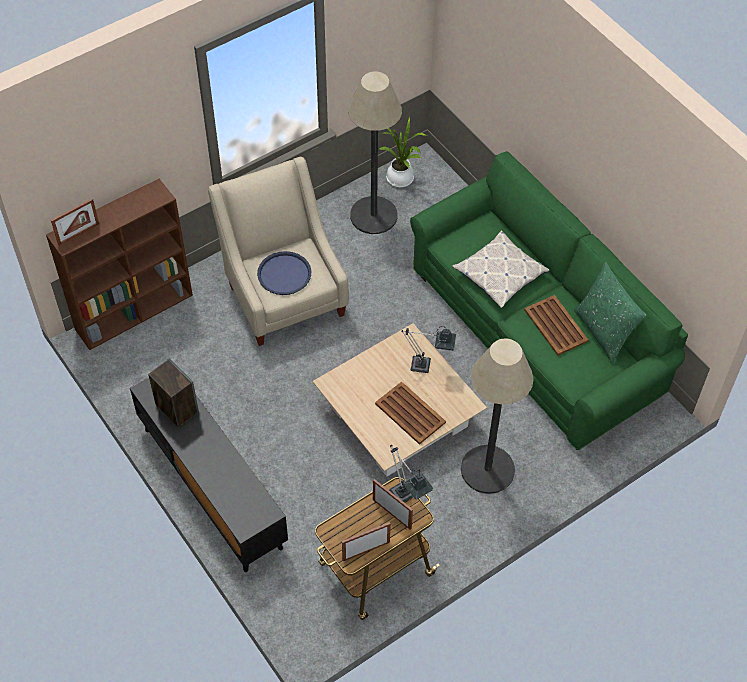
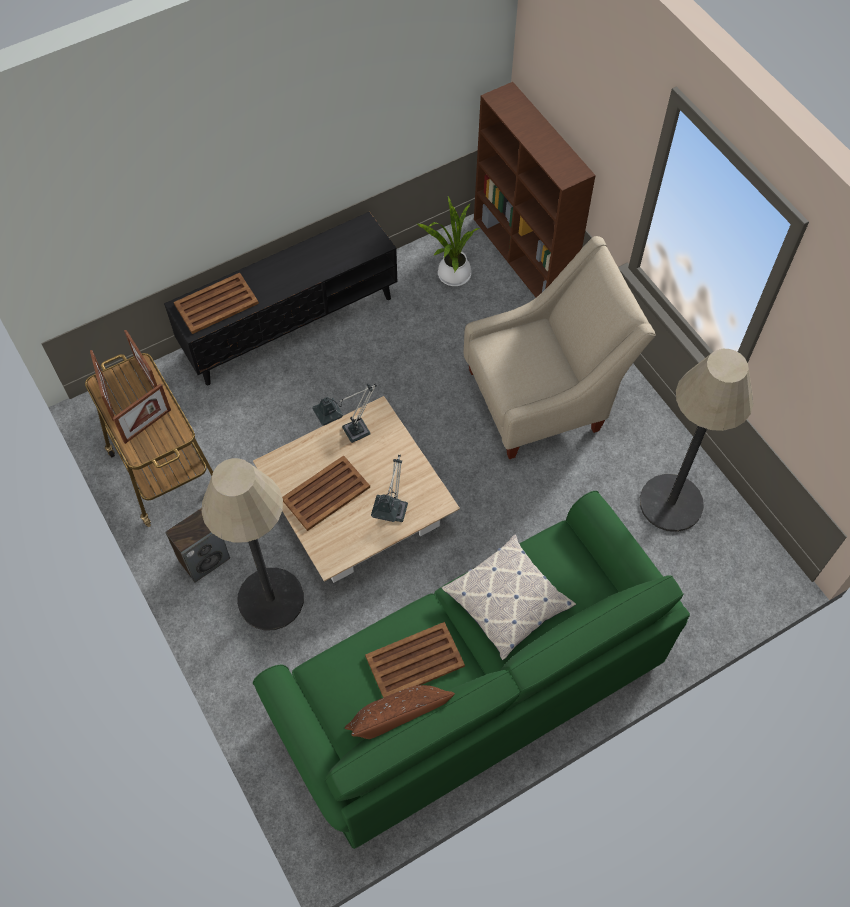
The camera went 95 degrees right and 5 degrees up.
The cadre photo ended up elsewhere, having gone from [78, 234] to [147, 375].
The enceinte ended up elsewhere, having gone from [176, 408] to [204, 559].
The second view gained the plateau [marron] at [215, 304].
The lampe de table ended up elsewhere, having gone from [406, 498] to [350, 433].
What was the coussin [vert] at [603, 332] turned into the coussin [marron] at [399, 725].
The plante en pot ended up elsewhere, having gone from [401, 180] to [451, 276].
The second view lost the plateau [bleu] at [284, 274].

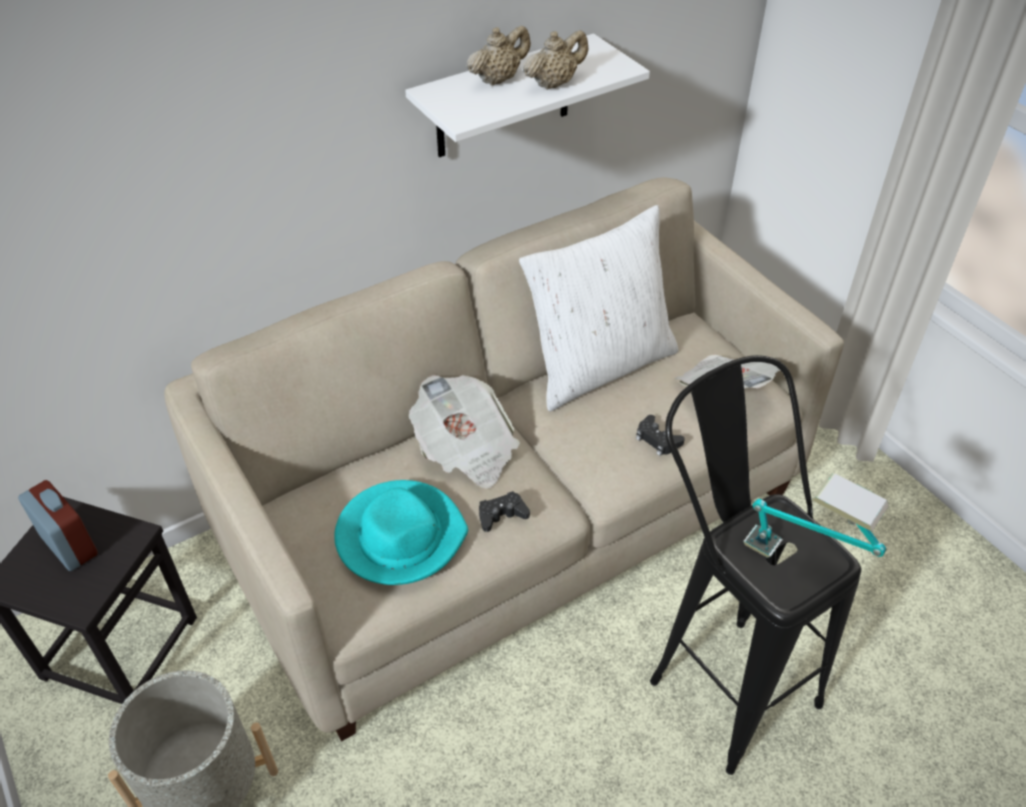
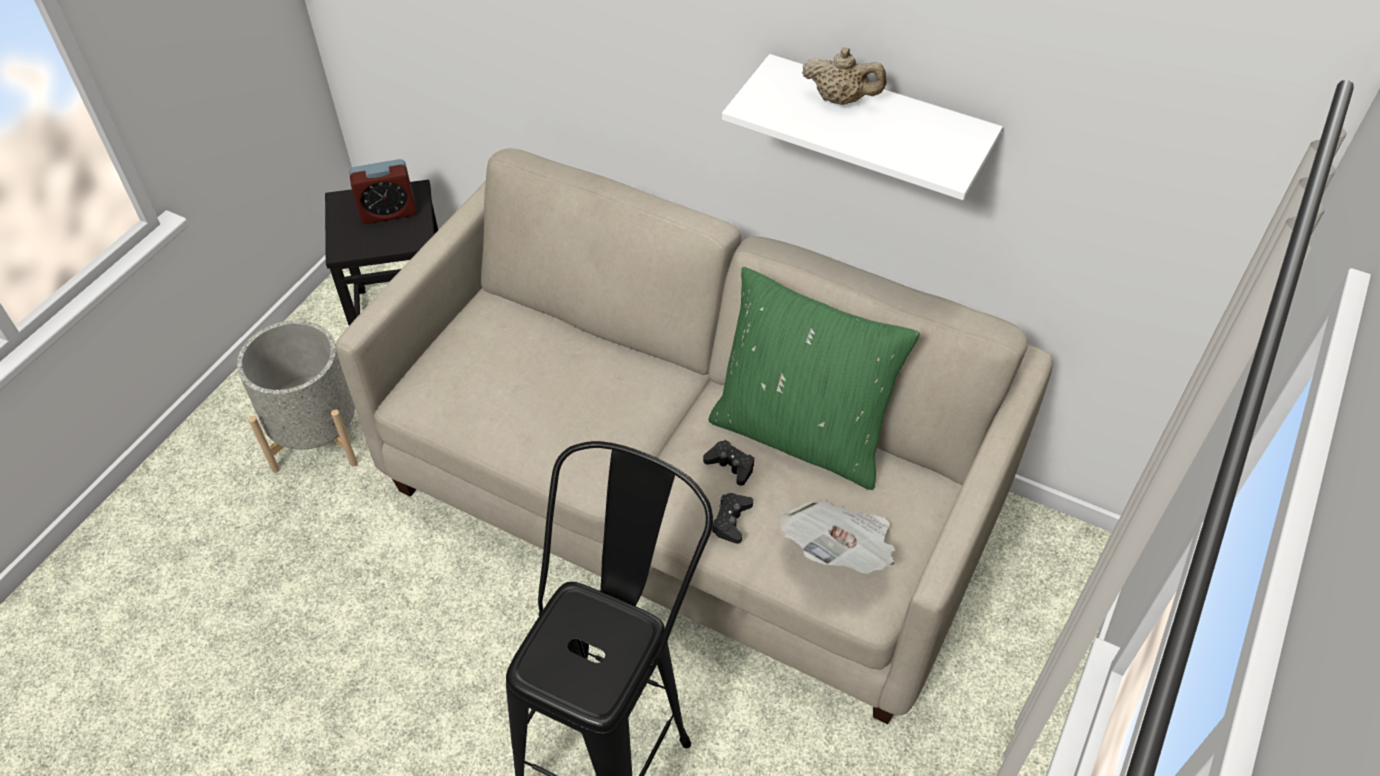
The camera went 60 degrees right and 5 degrees up.
The réveil at [69, 545] ended up facing another way, 60 degrees clockwise from before.
The manette [noir] ended up elsewhere, having gone from [501, 515] to [730, 465].
What was the coussin [blanc] at [599, 365] turned into the coussin [vert] at [801, 434].
The second view lost the chapeau [turquoise] at [400, 536].
The second view lost the journal at [466, 450].
The second view lost the théière [beige] at [554, 83].
The second view lost the lampe de table at [803, 565].

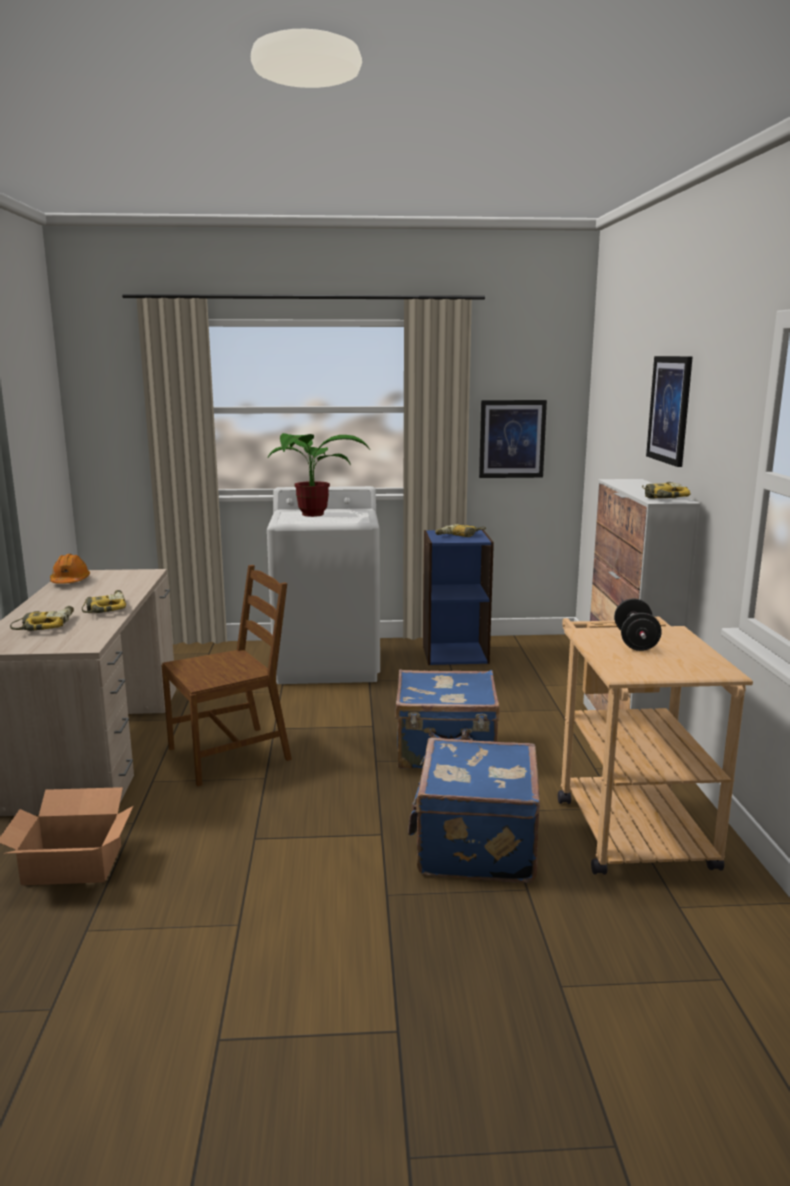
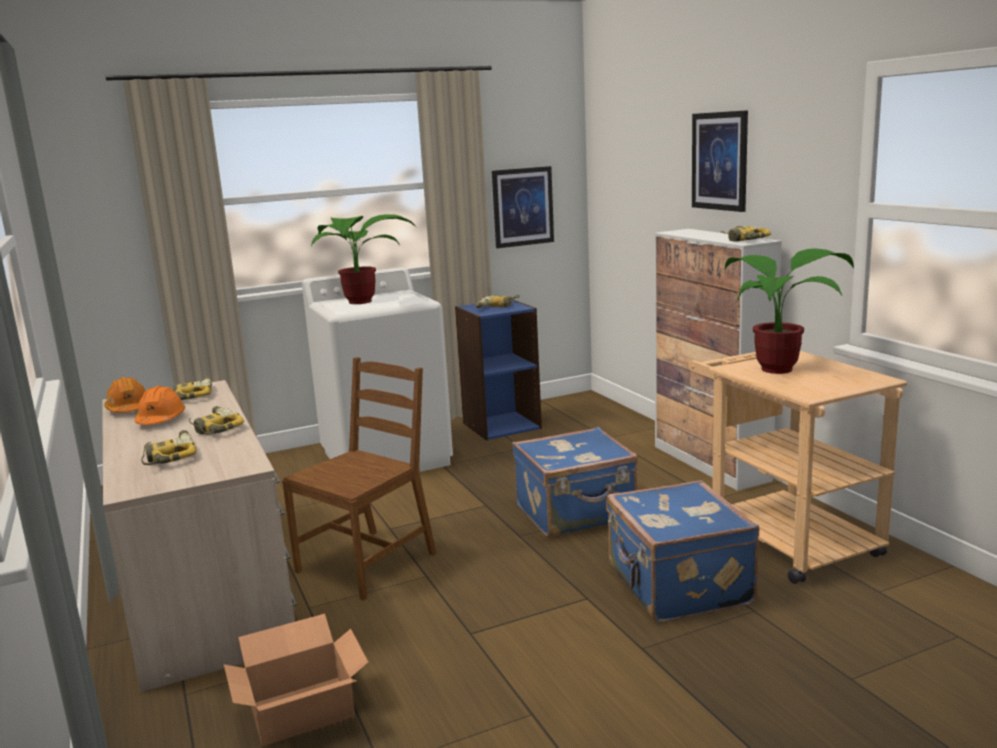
The camera went 20 degrees left and 0 degrees up.
The second view gained the casque de chantier [orange] at [161, 420].
The second view gained the perceuse at [191, 395].
Where the haltère [noir] stood at [635, 641], the plante en pot came to stand at [781, 368].

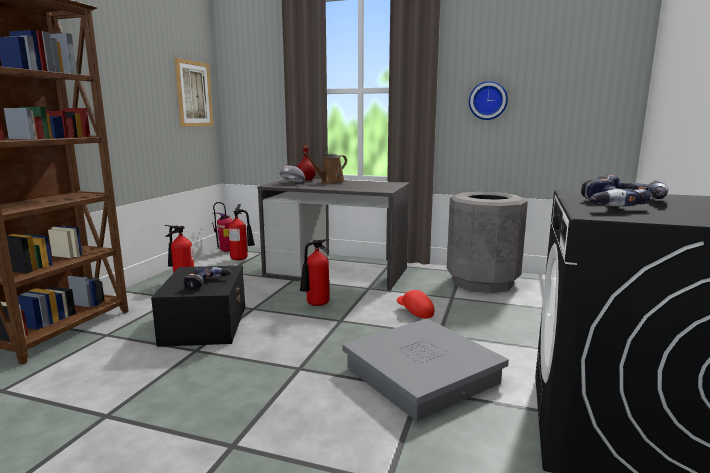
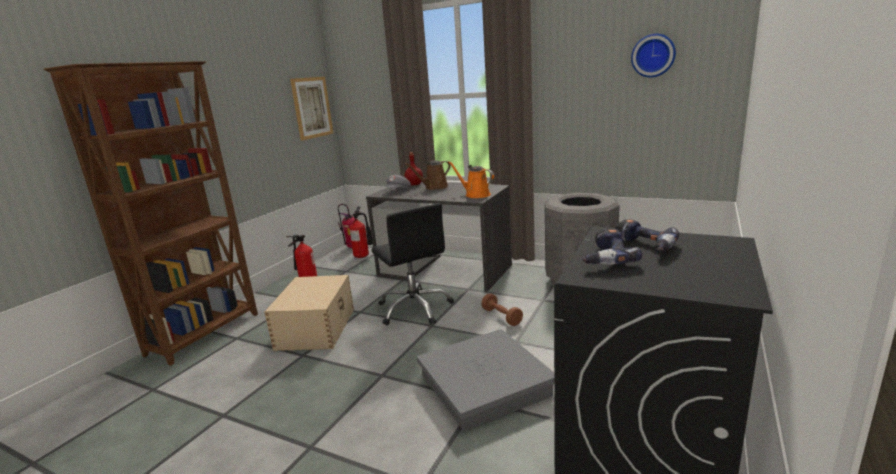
The camera went 10 degrees right and 5 degrees up.
What was the boîte de rangement [noir] at [206, 324] turned into the boîte de rangement [beige] at [317, 328].
Where the extincteur stood at [316, 305], the chaise de bureau [noir] came to stand at [415, 308].
The second view gained the arrosoir [orange] at [475, 195].
Where the casquette [rouge] stood at [414, 312], the haltère [marron] came to stand at [501, 317].
The horloge murale ended up elsewhere, having gone from [488, 100] to [653, 55].
The second view lost the perceuse at [207, 283].

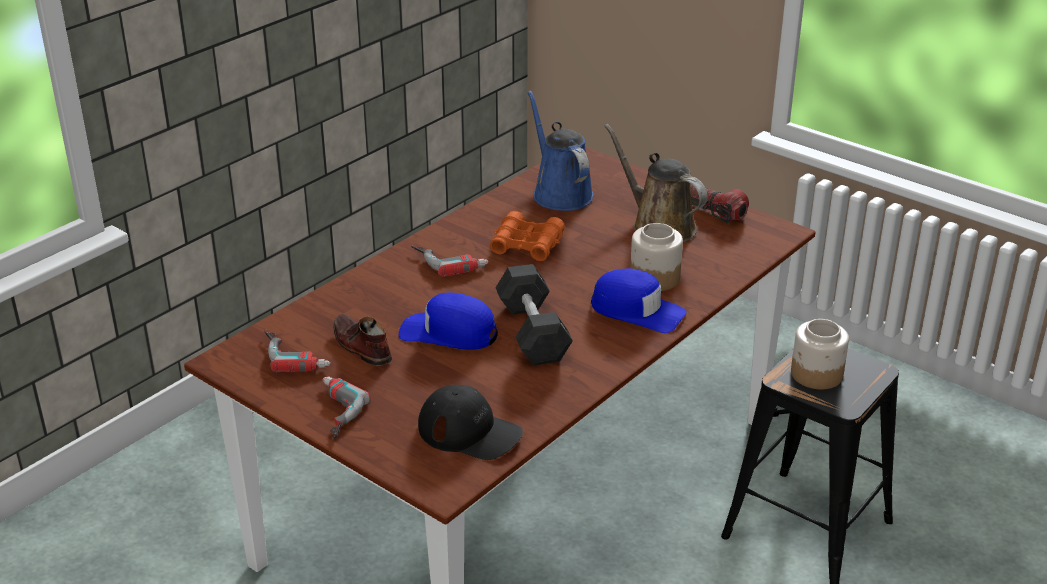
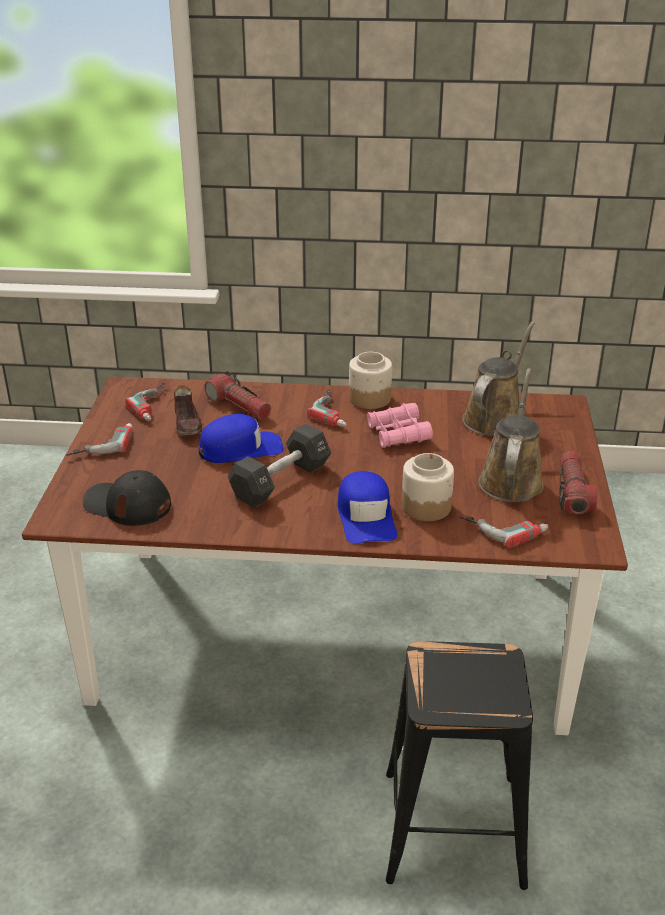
The camera went 55 degrees right and 0 degrees up.
The casquette [noir] at [470, 432] ended up facing another way, 120 degrees clockwise from before.
The chaussure [marron] at [361, 346] ended up facing another way, 150 degrees clockwise from before.
The casquette [bleu] at [448, 333] ended up facing another way, 90 degrees clockwise from before.
The second view gained the lampe de poche at [239, 406].
The bocal ended up elsewhere, having gone from [816, 375] to [369, 399].
What was the jumelles [orange] at [527, 245] turned into the jumelles [rose] at [398, 433].
The second view gained the perceuse at [504, 527].
What was the arrosoir [bleu] at [560, 193] turned into the arrosoir [marron] at [494, 418].

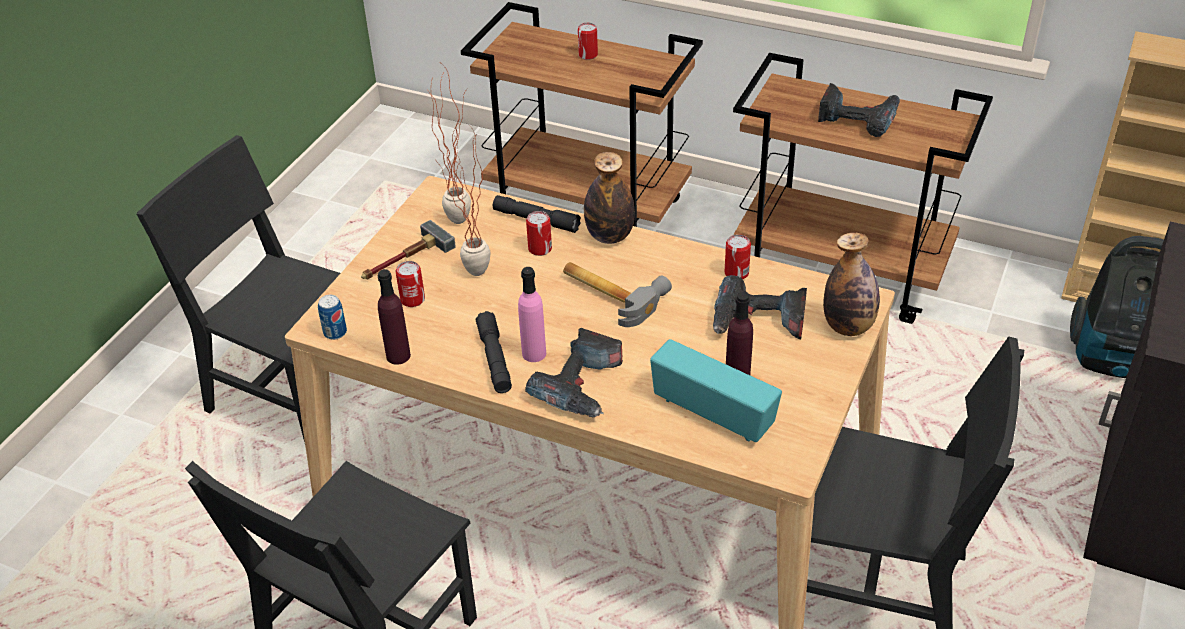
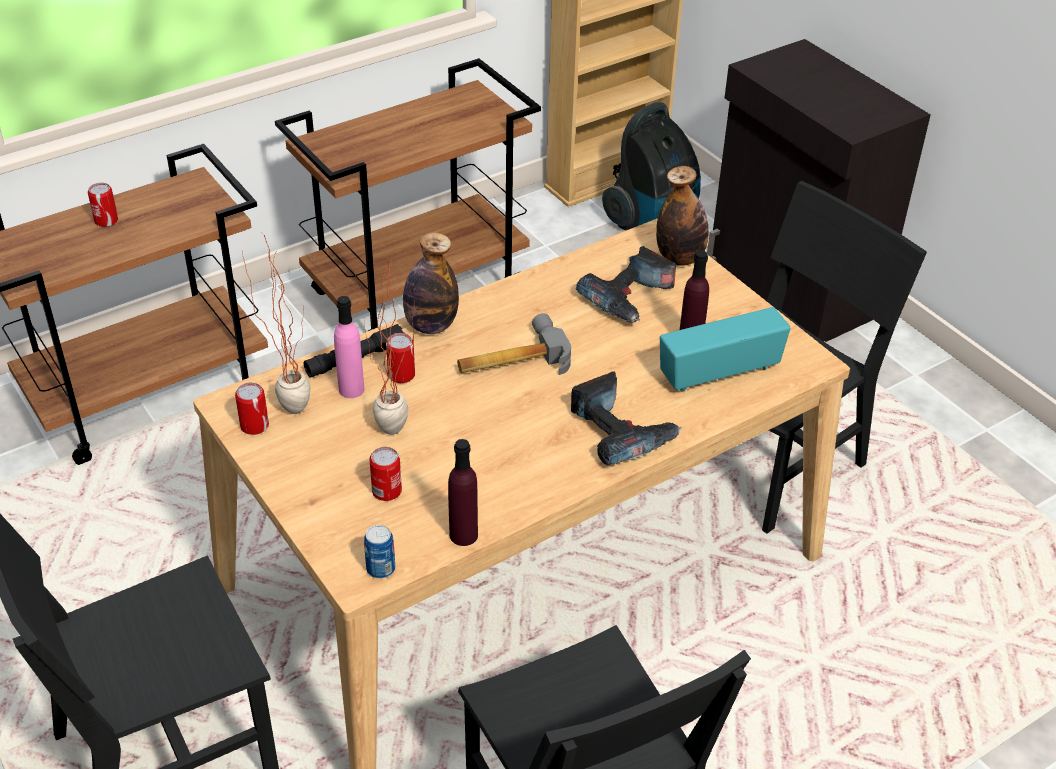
The camera went 60 degrees left and 0 degrees up.
The boîte métallique ended up elsewhere, having gone from [736, 273] to [254, 426].
The bouteille [rose] ended up elsewhere, having gone from [534, 353] to [351, 389].
The second view lost the marteau at [404, 260].
The second view lost the lampe de poche [noir] at [494, 359].
The second view lost the perceuse at [858, 118].

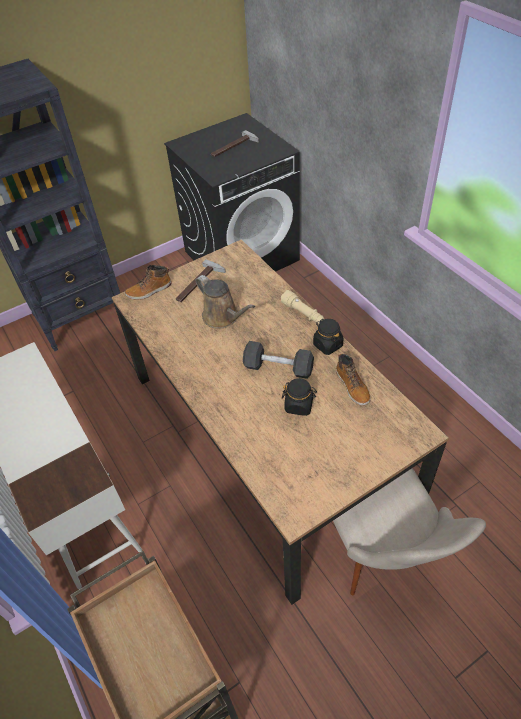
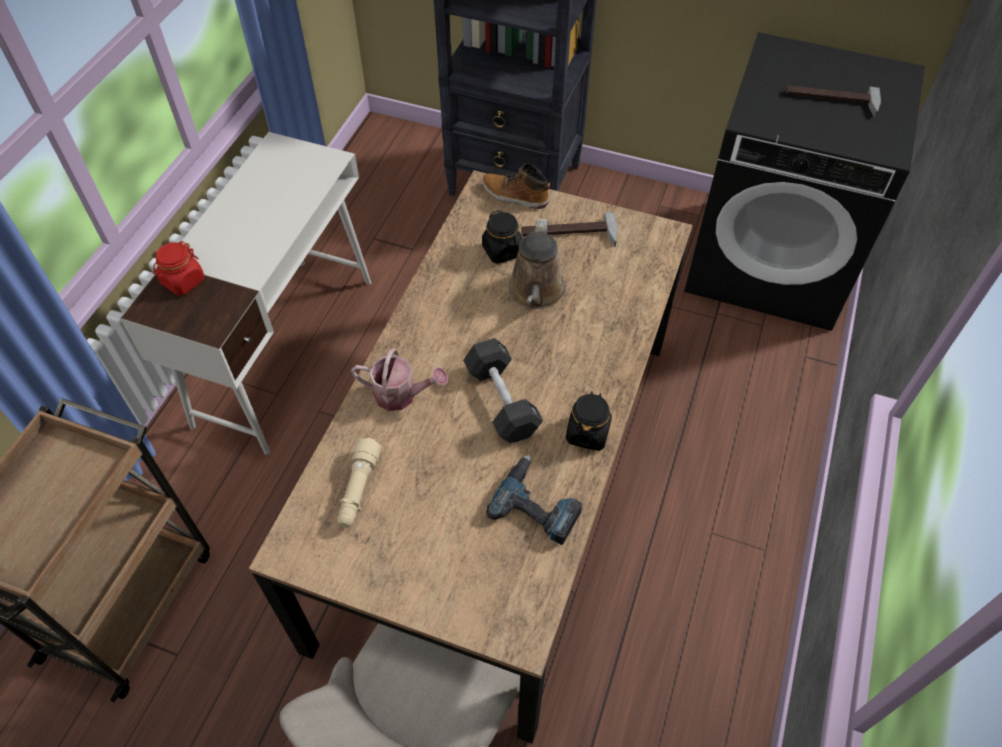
The camera went 50 degrees right and 5 degrees up.
The second view gained the bocal [rouge] at [183, 281].
The lampe de poche [beige] ended up elsewhere, having gone from [303, 313] to [358, 489].
The second view gained the arrosoir at [401, 394].
The bocal [noir] ended up elsewhere, having gone from [299, 405] to [502, 251].
Where the botte stood at [353, 386], the perceuse came to stand at [538, 504].

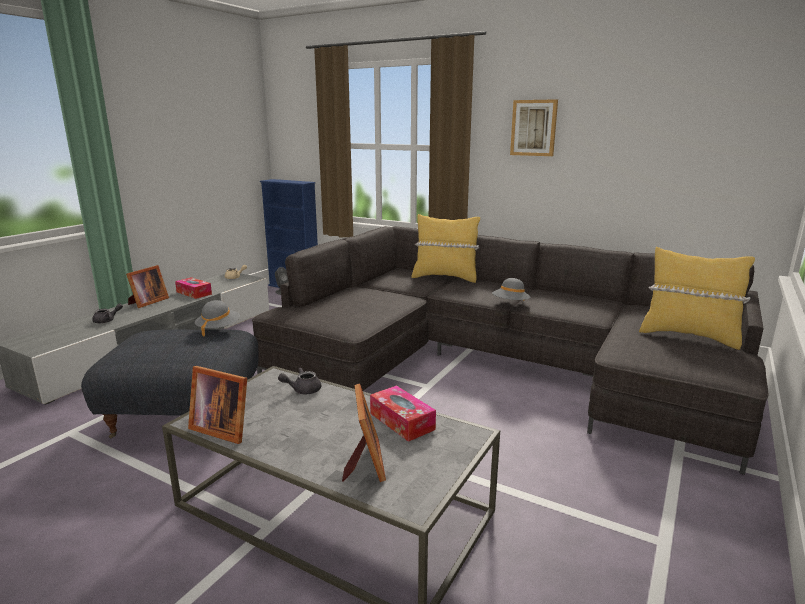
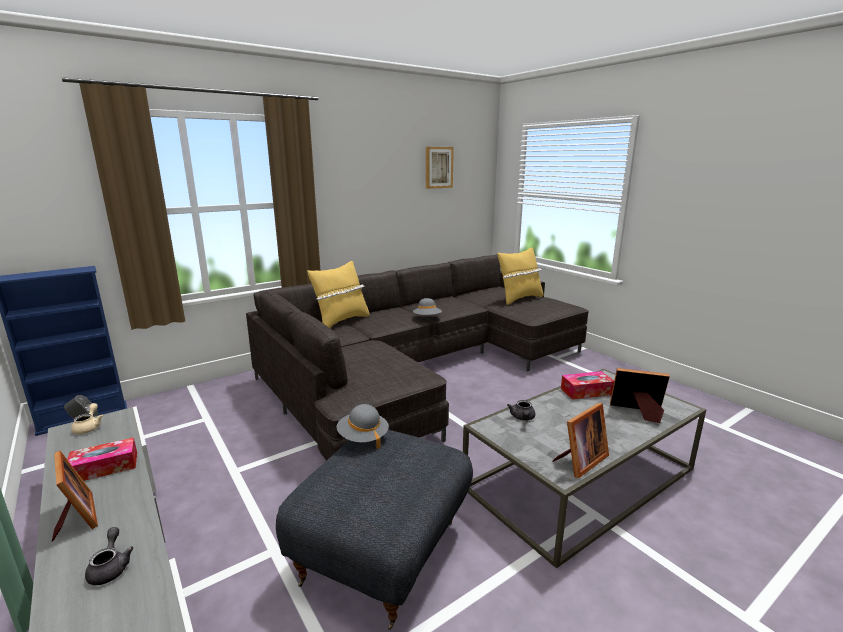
The camera went 65 degrees left and 0 degrees up.
The tableau ended up elsewhere, having gone from [533, 128] to [438, 167].

